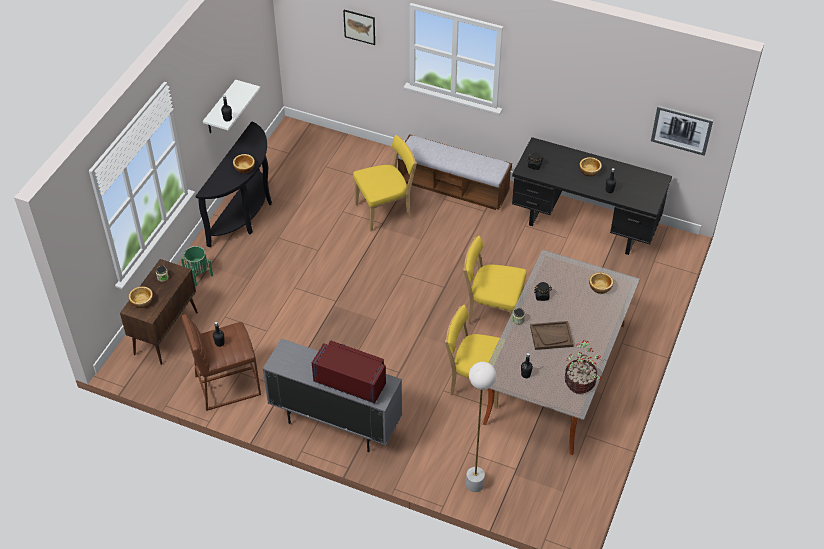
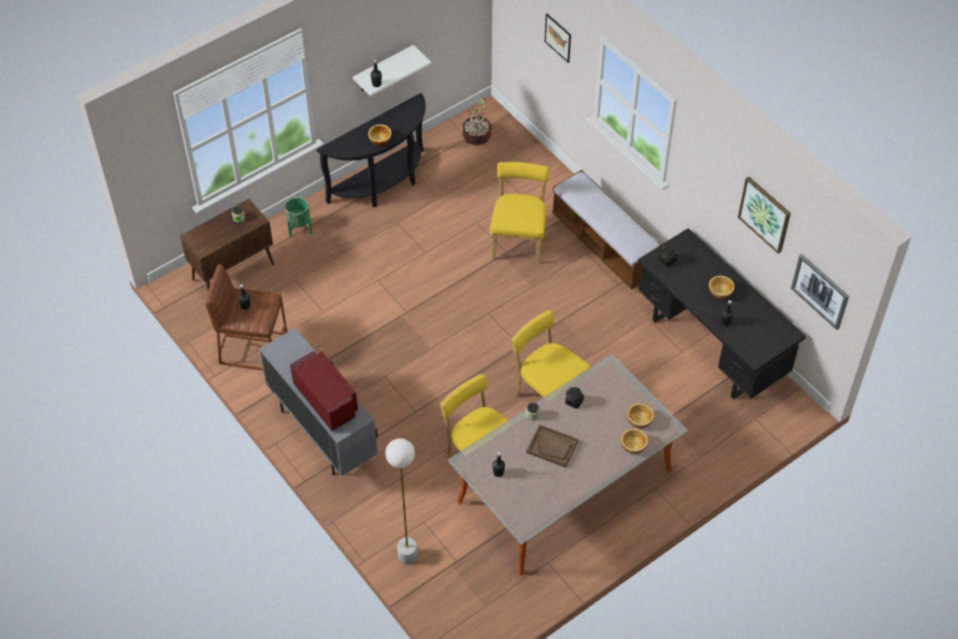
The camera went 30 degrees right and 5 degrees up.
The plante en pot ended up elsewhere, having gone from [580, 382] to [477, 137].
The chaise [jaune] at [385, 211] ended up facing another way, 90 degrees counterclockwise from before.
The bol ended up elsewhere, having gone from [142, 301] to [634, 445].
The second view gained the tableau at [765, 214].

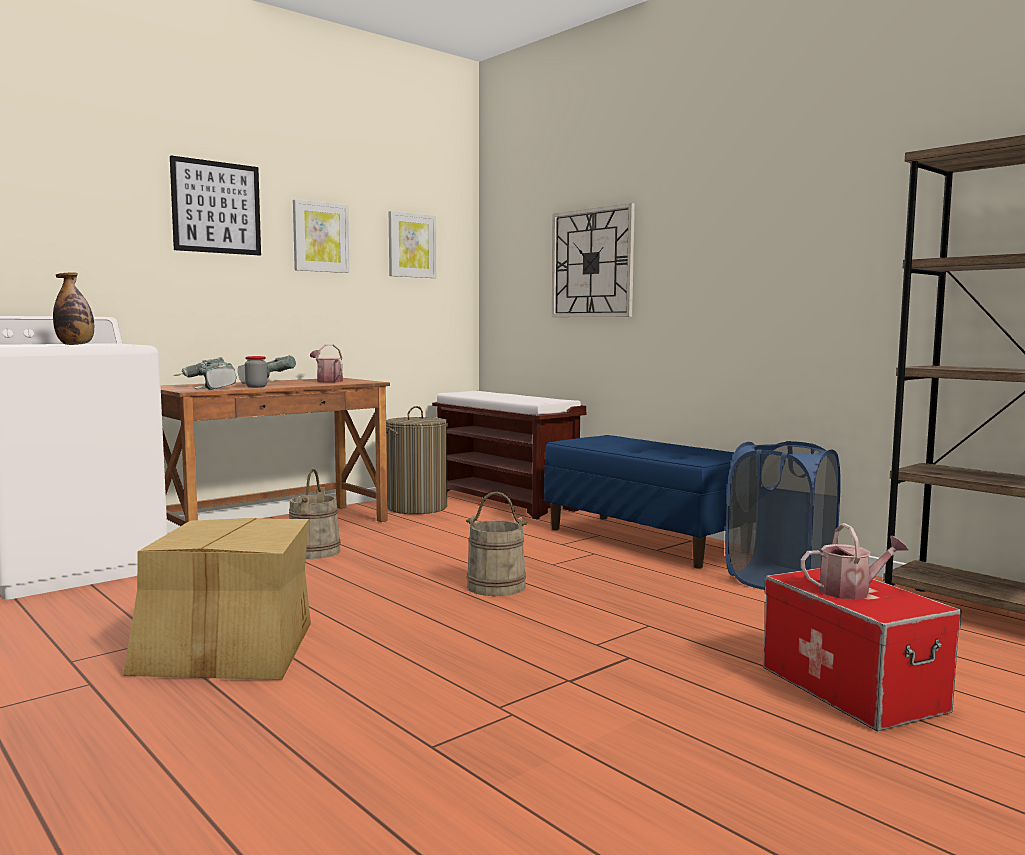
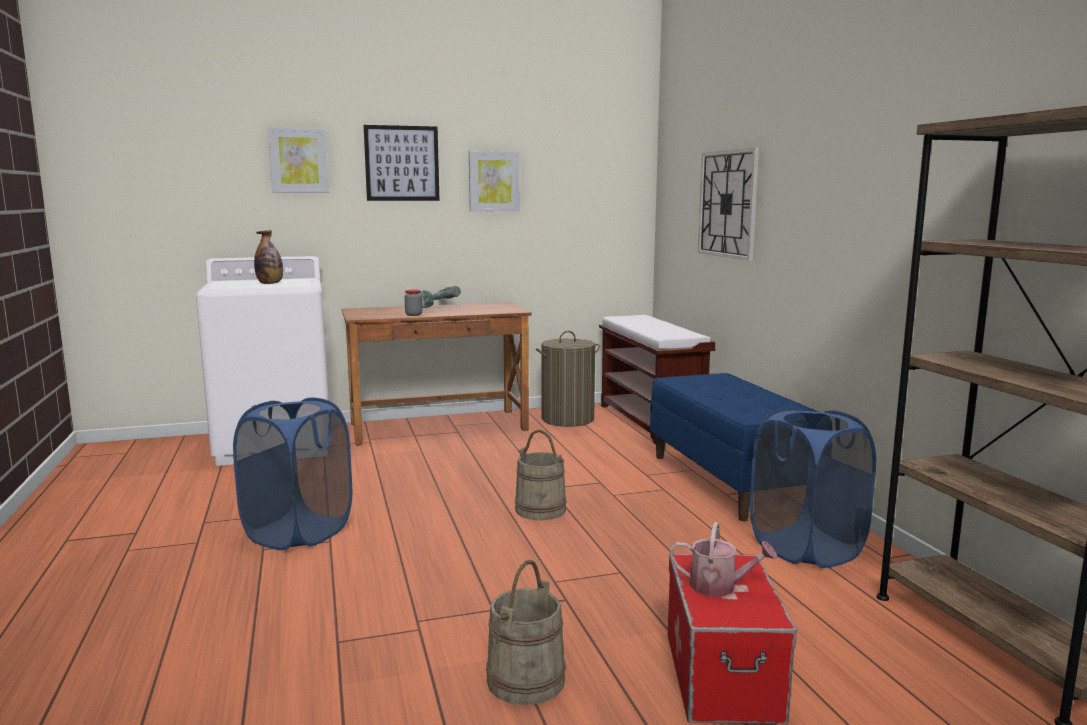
The camera went 25 degrees right and 5 degrees up.
Where the carton stood at [230, 650], the panier à linge [bleu] came to stand at [298, 532].
The tableau ended up elsewhere, having gone from [411, 245] to [298, 160].
The seau [beige] ended up elsewhere, having gone from [314, 552] to [525, 680].
The second view lost the perceuse at [207, 387].
The second view lost the arrosoir at [327, 381].

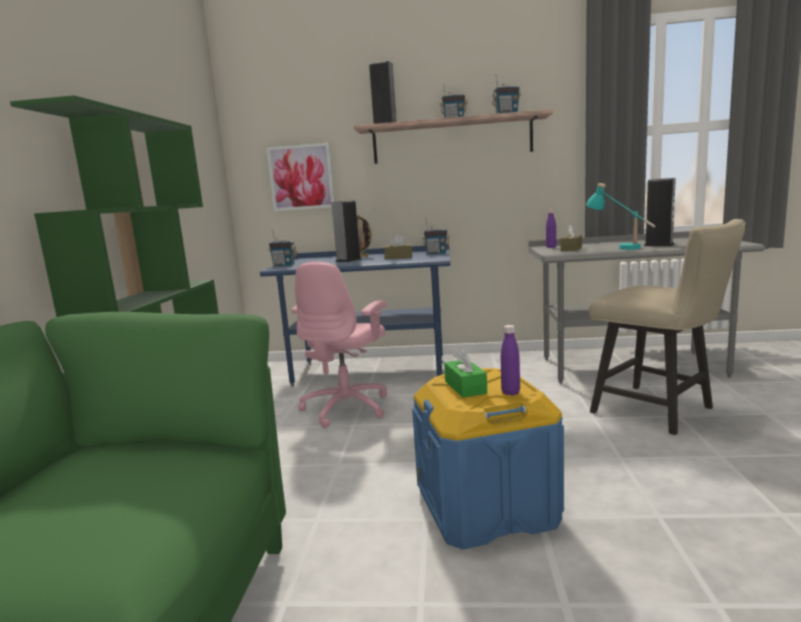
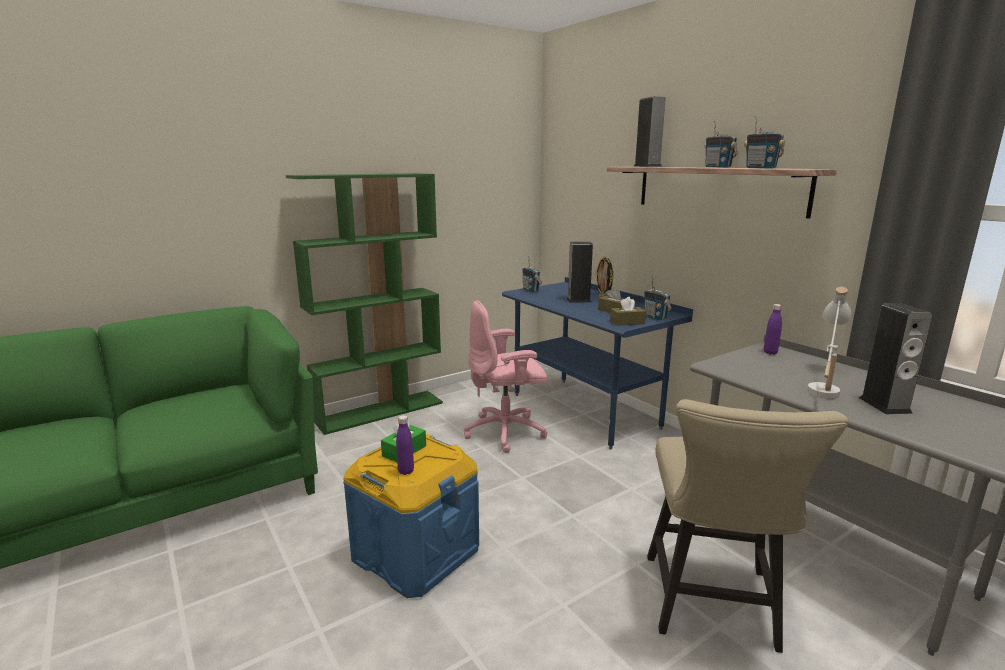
The camera went 50 degrees right and 5 degrees up.
The boîte à mouchoirs [marron] ended up elsewhere, having gone from [571, 249] to [627, 322].
What was the lampe de table [turquoise] at [619, 247] turned into the lampe de table [blanc] at [824, 386].
The second view lost the tableau at [301, 177].

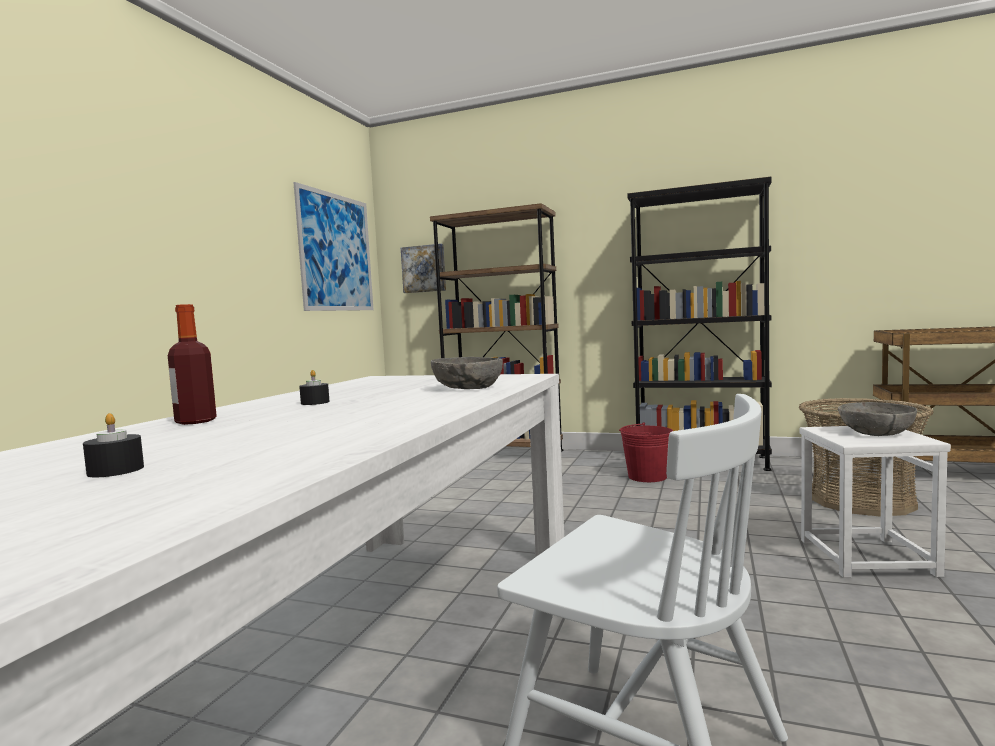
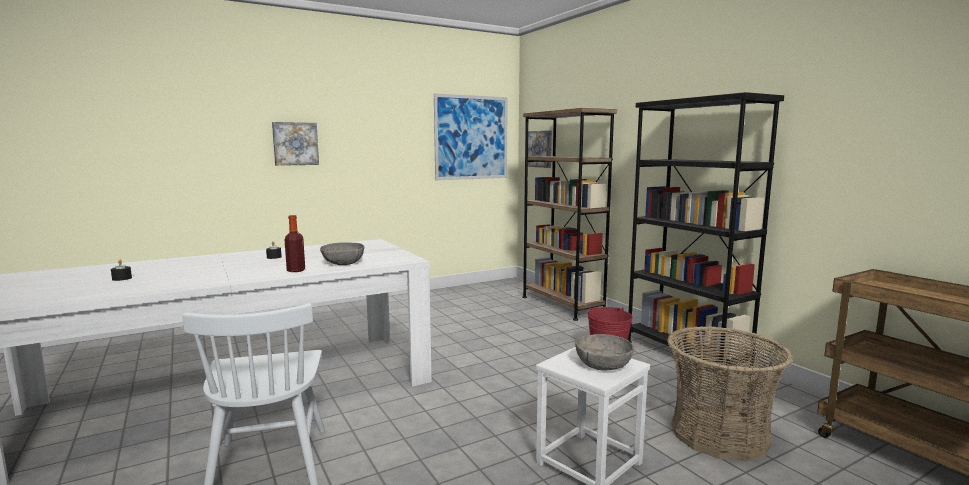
The camera went 40 degrees right and 5 degrees up.
The second view gained the tableau at [295, 143].
The bouteille ended up elsewhere, having gone from [196, 421] to [296, 270].

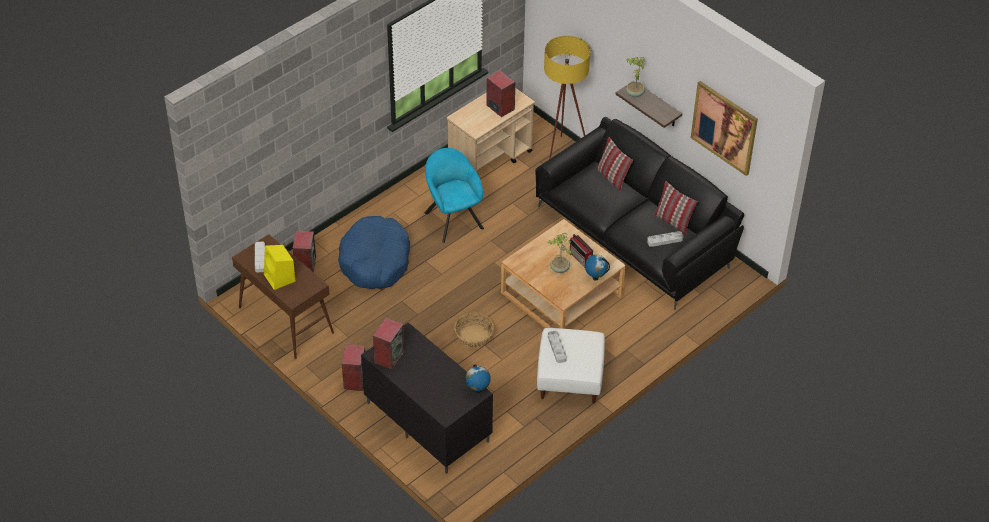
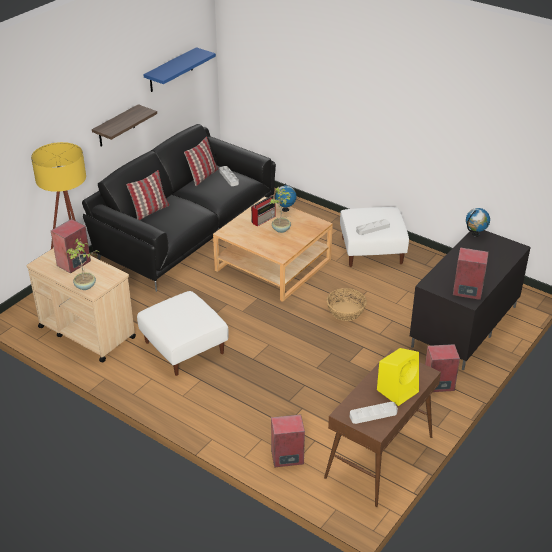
The camera went 100 degrees left and 10 degrees down.
The plante en pot ended up elsewhere, having gone from [634, 94] to [85, 286].
Where the fauteuil [turquoise] stood at [452, 218], the pouf [blanc] came to stand at [183, 347].
Where the tableau hung at [724, 127], the étagère [bleu] came to hang at [171, 70].
The second view lost the panier pour chien [bleu] at [375, 261].

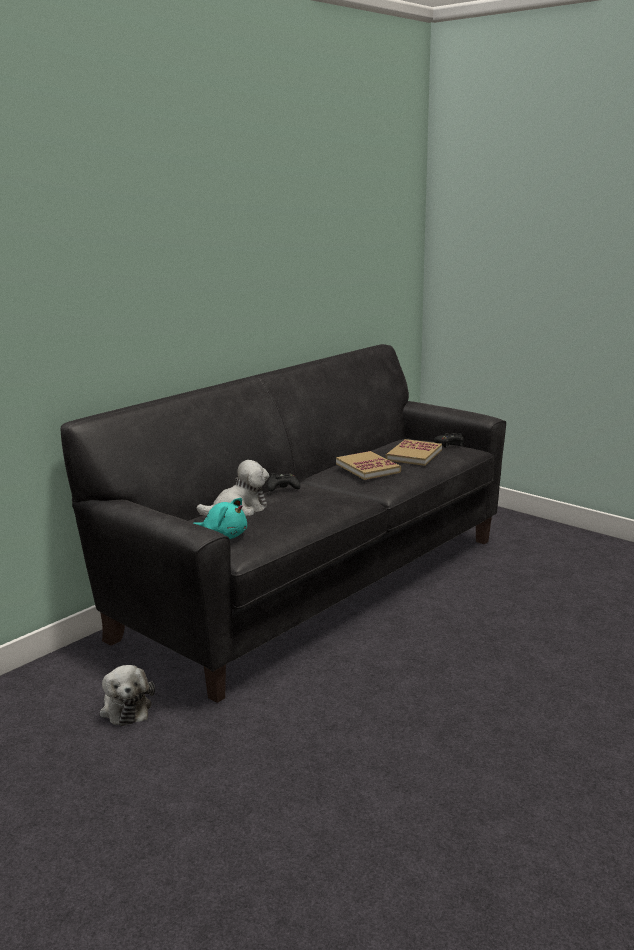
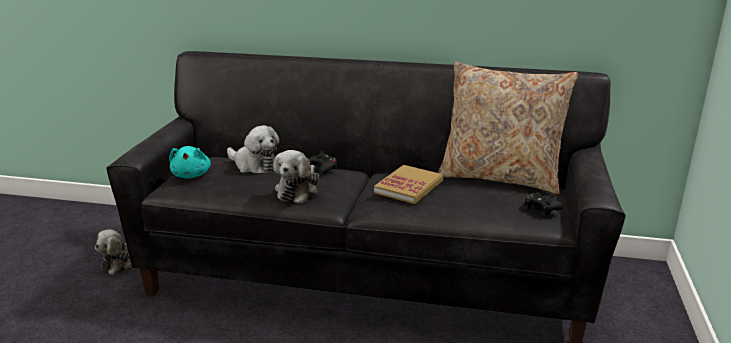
The camera went 60 degrees right and 5 degrees up.
The second view gained the peluche at [298, 190].
The second view gained the coussin [beige] at [500, 177].
The second view lost the livre at [414, 455].

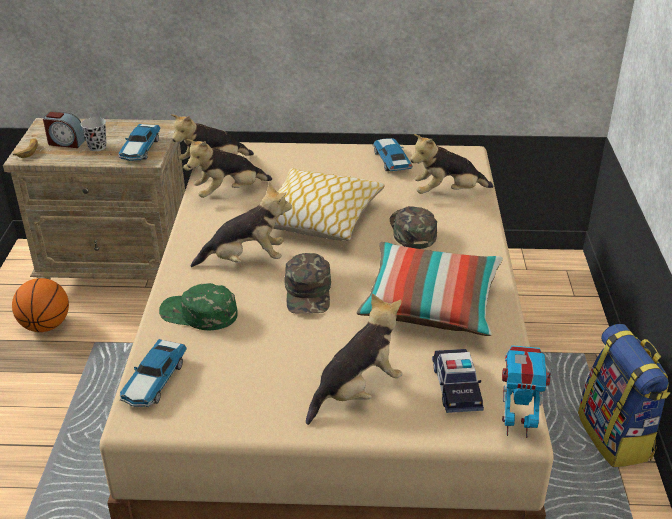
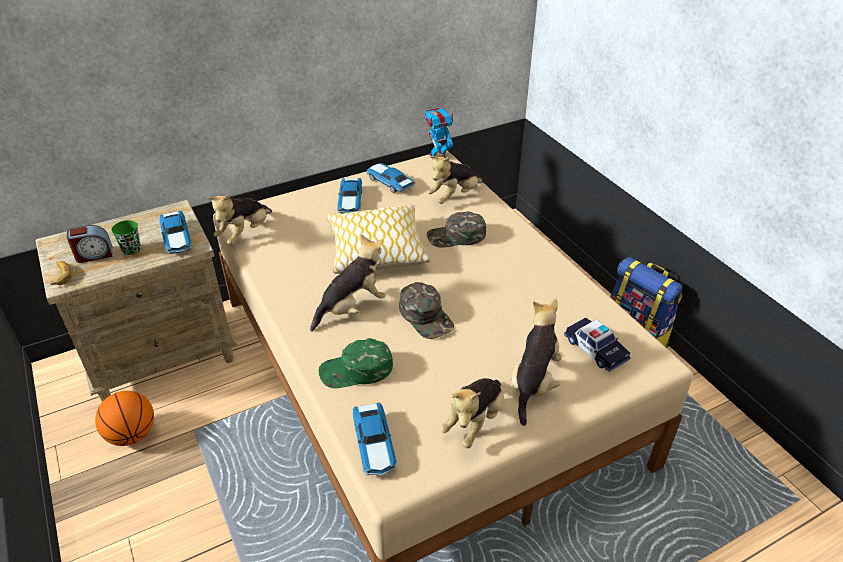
The camera went 30 degrees left and 5 degrees up.
What was the tasse [noir] at [97, 147] turned into the tasse [vert] at [131, 249].
The second view gained the petite voiture at [350, 202].
The robot jouet ended up elsewhere, having gone from [516, 427] to [438, 155].
The casquette [vert] at [411, 230] ended up facing another way, 60 degrees counterclockwise from before.
The peluche ended up elsewhere, having gone from [229, 192] to [474, 422].
The second view lost the coussin at [430, 304].

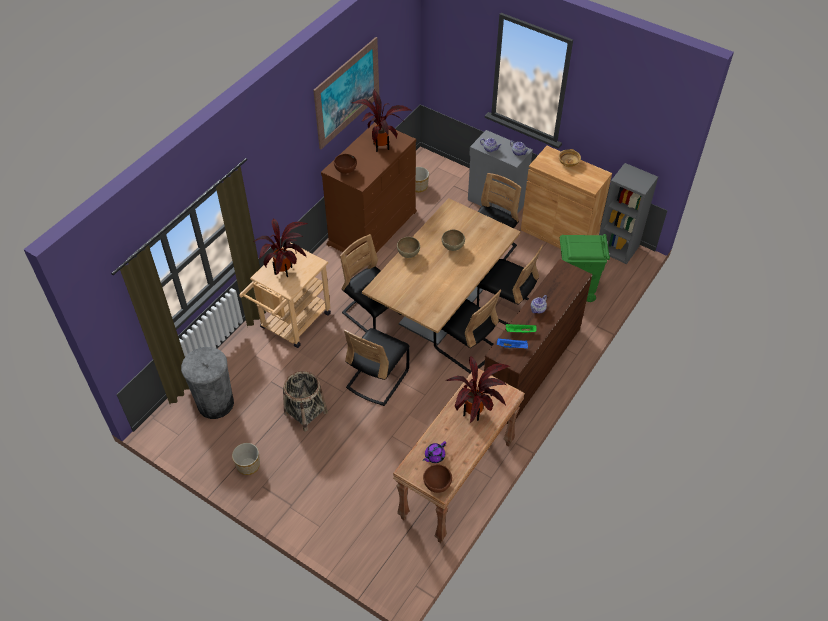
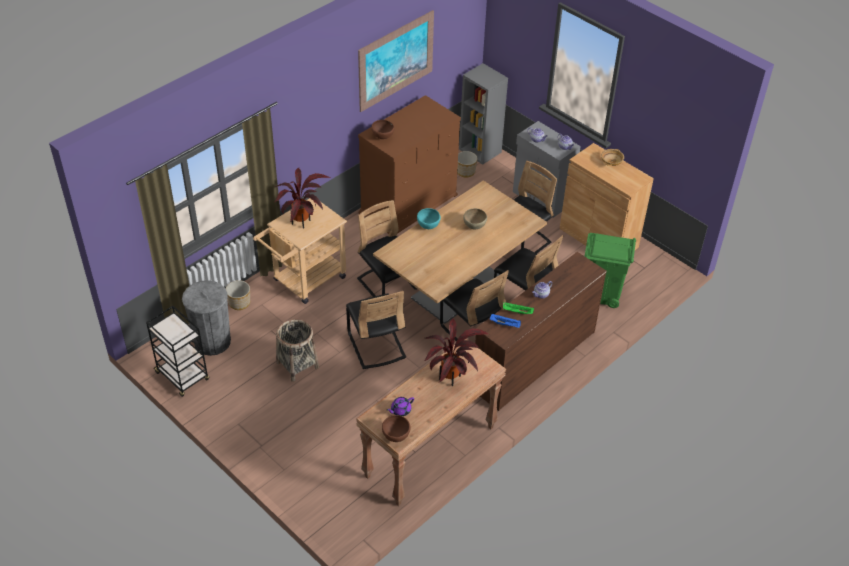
The camera went 10 degrees right and 5 degrees down.
The second view gained the chariot [noir] at [183, 377].
The cache-pot ended up elsewhere, having gone from [248, 465] to [240, 303].
The chaise [noir] at [377, 379] ended up facing another way, 60 degrees counterclockwise from before.
What was the bol [marron] at [408, 254] turned into the bol [turquoise] at [428, 226].
The bibliothèque [gris] ended up elsewhere, having gone from [618, 248] to [480, 150].
The second view lost the plante en pot at [381, 145].

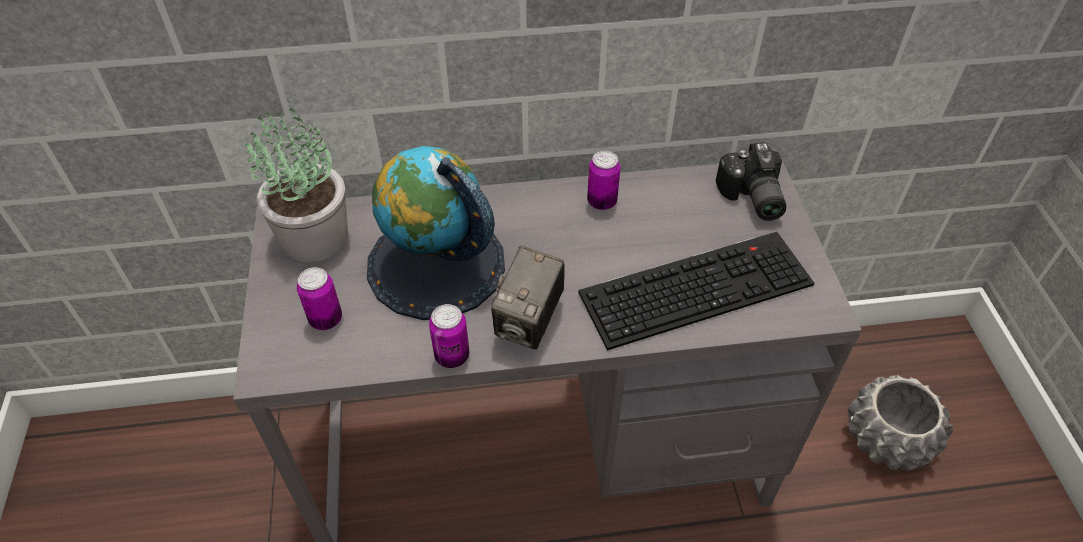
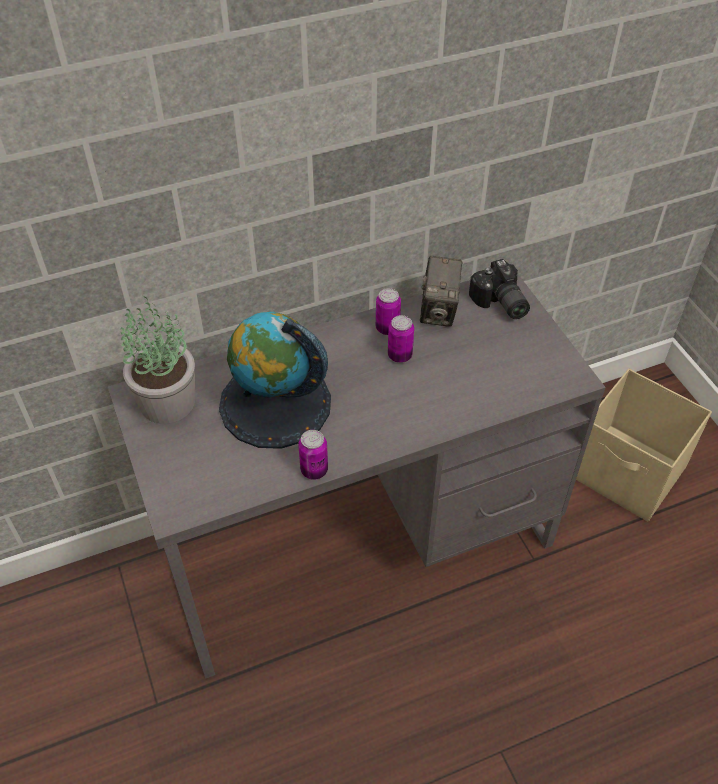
The camera went 15 degrees left and 0 degrees up.
The boîte métallique ended up elsewhere, having gone from [326, 319] to [400, 355].
The appareil photo ended up elsewhere, having gone from [529, 322] to [439, 311].
Where the cache-pot [gris] stood at [887, 439], the boîte de rangement [beige] came to stand at [628, 474].
The second view lost the clavier at [697, 286].

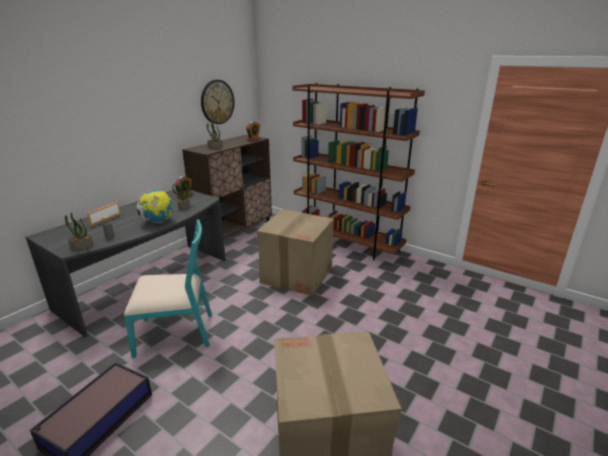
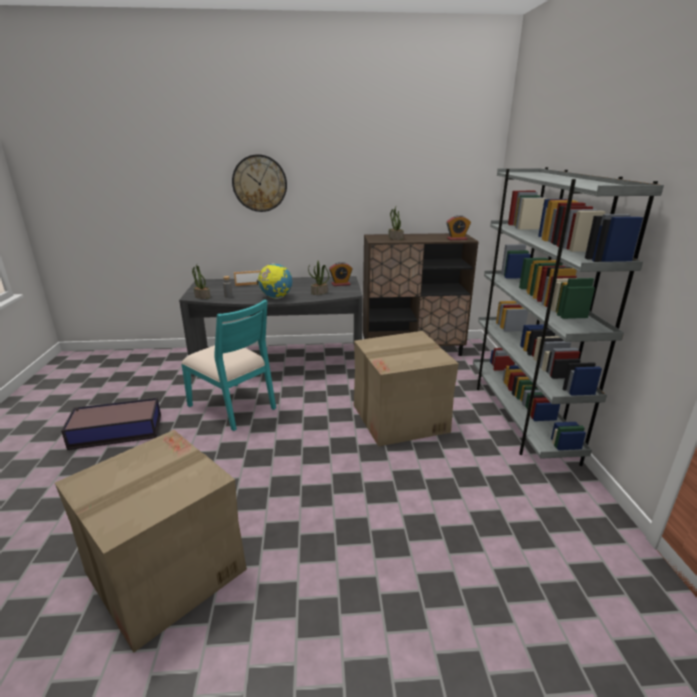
The camera went 50 degrees right and 0 degrees up.
The horloge murale ended up elsewhere, having gone from [217, 102] to [259, 183].
What was the bibliothèque [marron] at [347, 243] turned into the bibliothèque [gris] at [519, 417].

